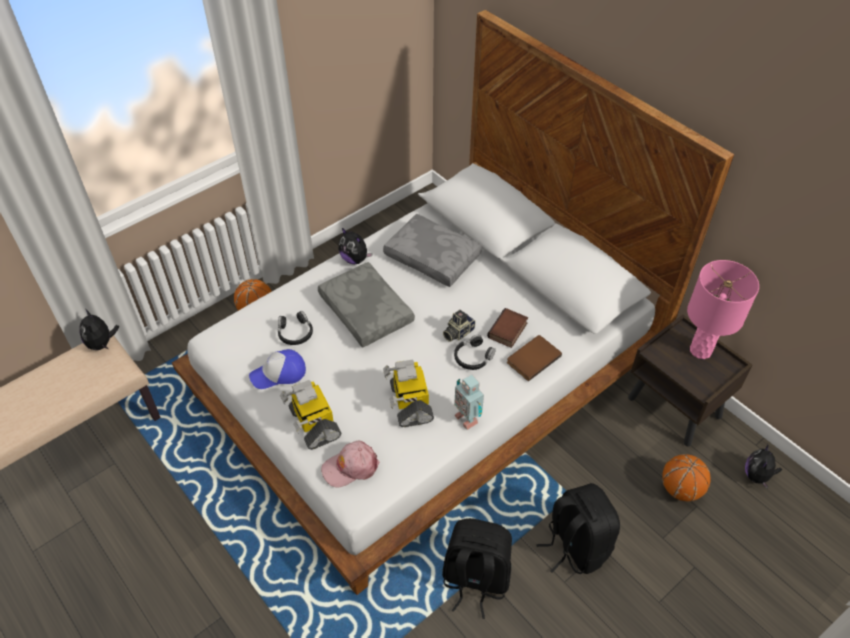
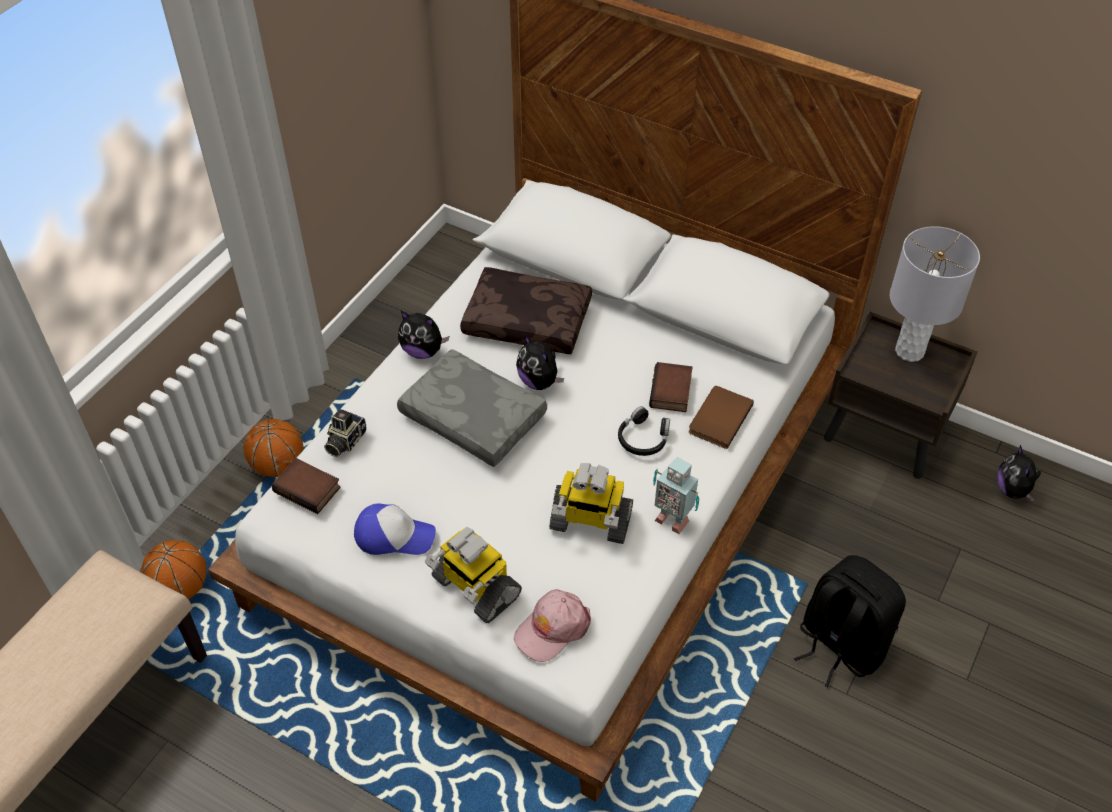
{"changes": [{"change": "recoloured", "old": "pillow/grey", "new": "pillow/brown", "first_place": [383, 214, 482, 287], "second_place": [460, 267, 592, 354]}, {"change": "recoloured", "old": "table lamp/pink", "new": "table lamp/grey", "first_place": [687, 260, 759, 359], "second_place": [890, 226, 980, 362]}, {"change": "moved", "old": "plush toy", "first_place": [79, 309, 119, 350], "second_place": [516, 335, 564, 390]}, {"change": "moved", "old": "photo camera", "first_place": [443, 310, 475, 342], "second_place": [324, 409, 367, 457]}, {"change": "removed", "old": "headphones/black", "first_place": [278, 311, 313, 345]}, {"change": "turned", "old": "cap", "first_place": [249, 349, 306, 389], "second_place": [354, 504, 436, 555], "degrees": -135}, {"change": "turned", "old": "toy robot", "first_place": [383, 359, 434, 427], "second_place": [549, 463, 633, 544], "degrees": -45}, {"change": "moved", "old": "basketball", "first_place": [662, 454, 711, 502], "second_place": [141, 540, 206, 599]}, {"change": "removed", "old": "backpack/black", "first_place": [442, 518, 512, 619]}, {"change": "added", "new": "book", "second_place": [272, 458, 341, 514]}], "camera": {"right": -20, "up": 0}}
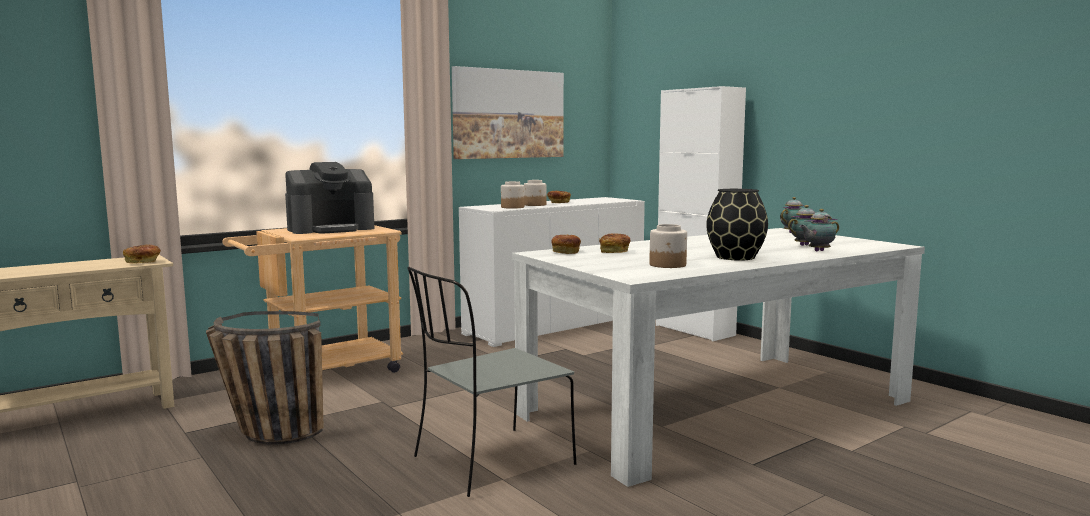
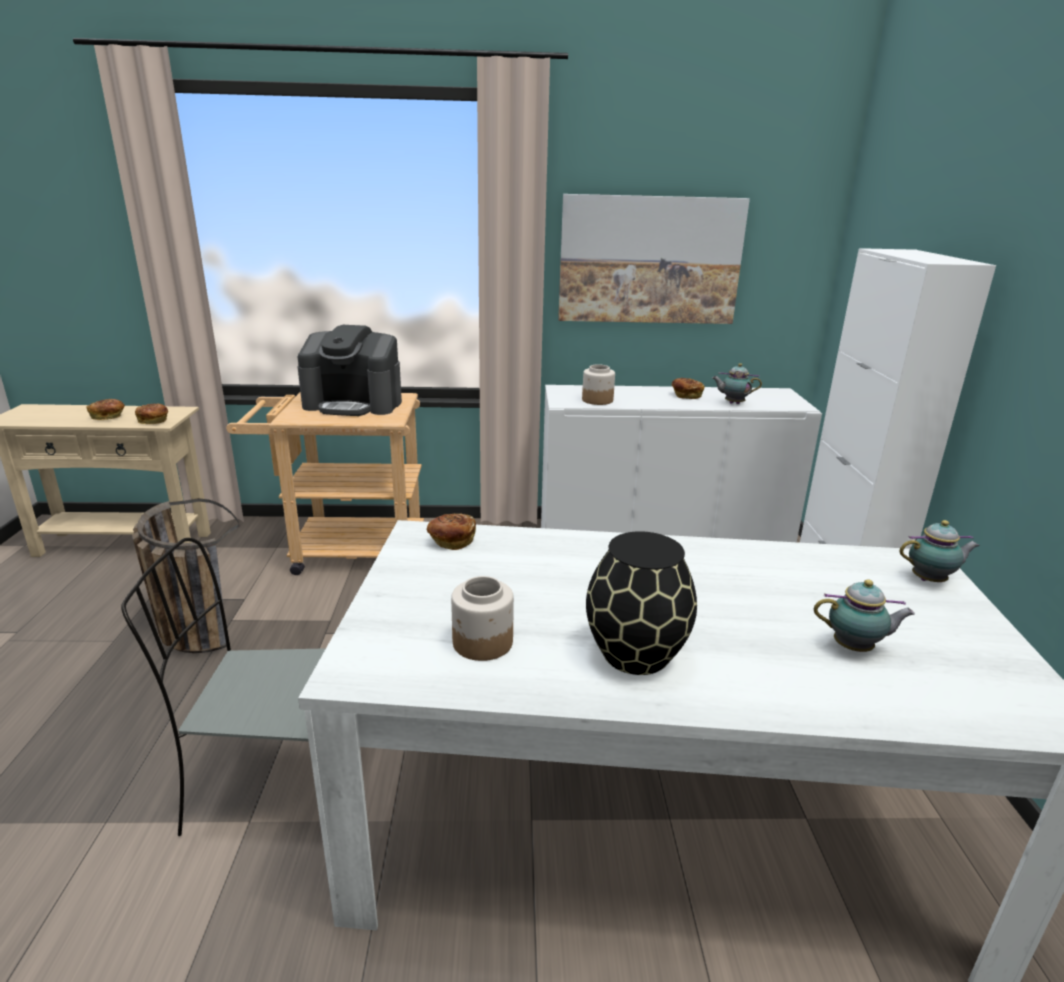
{"changes": [{"change": "removed", "old": "jar", "first_place": [524, 180, 546, 206]}, {"change": "moved", "old": "teapot", "first_place": [799, 209, 839, 251], "second_place": [712, 363, 762, 404]}, {"change": "moved", "old": "bread", "first_place": [599, 233, 631, 253], "second_place": [87, 399, 125, 420]}], "camera": {"right": 35, "up": 15}}
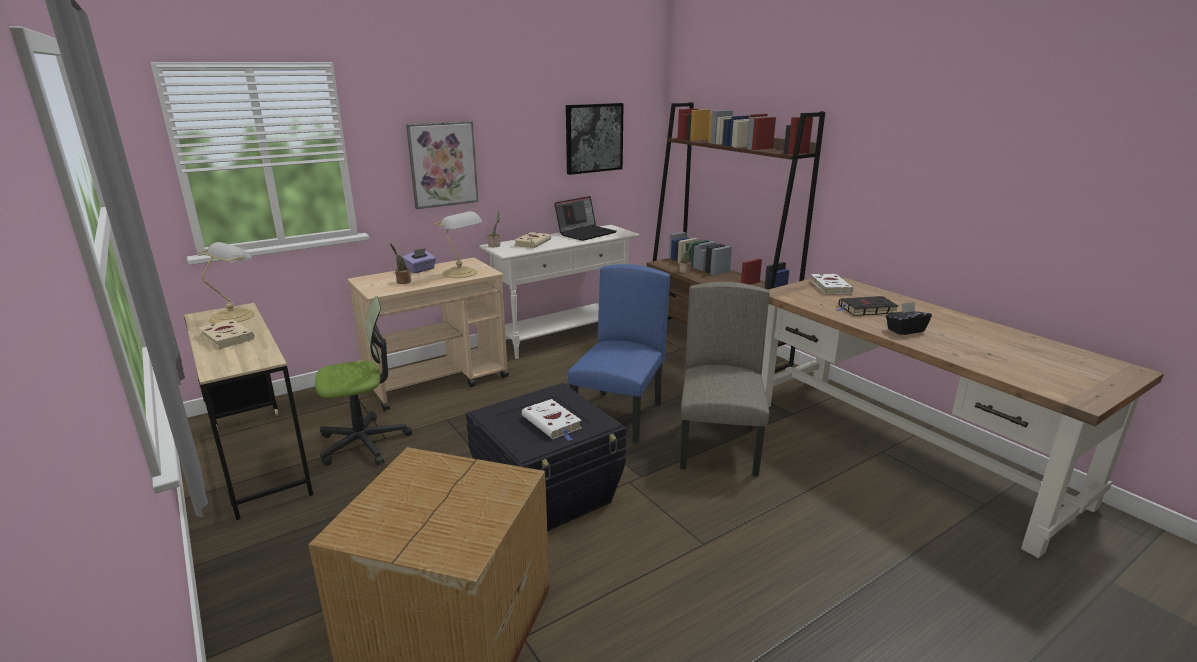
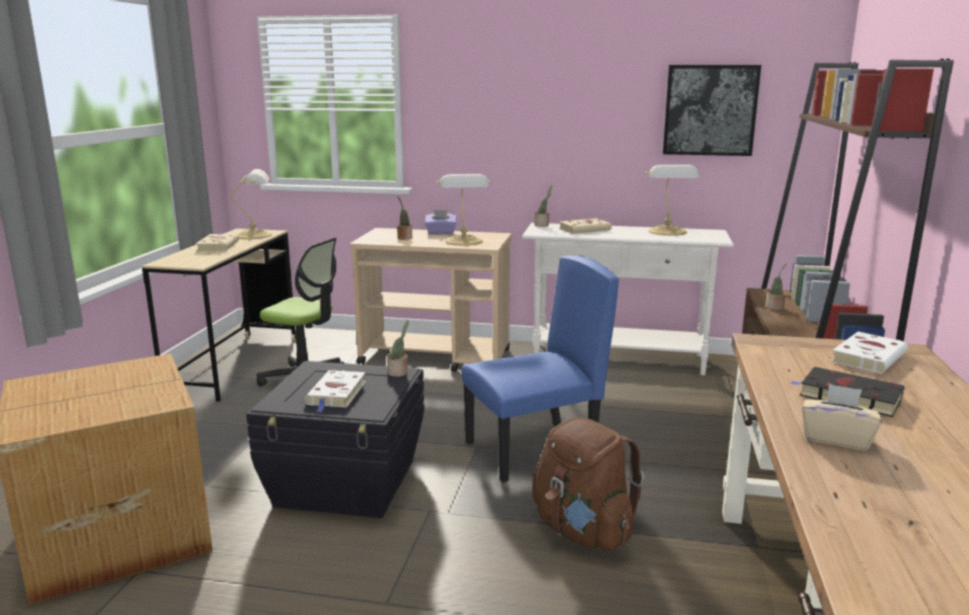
{"changes": [{"change": "removed", "old": "picture", "first_place": [406, 121, 478, 209]}, {"change": "replaced", "old": "laptop", "new": "table lamp", "first_place": [554, 196, 617, 241], "second_place": [645, 165, 701, 236]}, {"change": "replaced", "old": "chair/beige", "new": "backpack/brown", "first_place": [680, 282, 770, 476], "second_place": [532, 417, 644, 551]}, {"change": "recoloured", "old": "tissue box/black", "new": "tissue box/beige", "first_place": [886, 302, 932, 335], "second_place": [802, 384, 882, 451]}, {"change": "added", "new": "potted plant", "second_place": [387, 320, 409, 377]}], "camera": {"right": 45, "up": -5}}
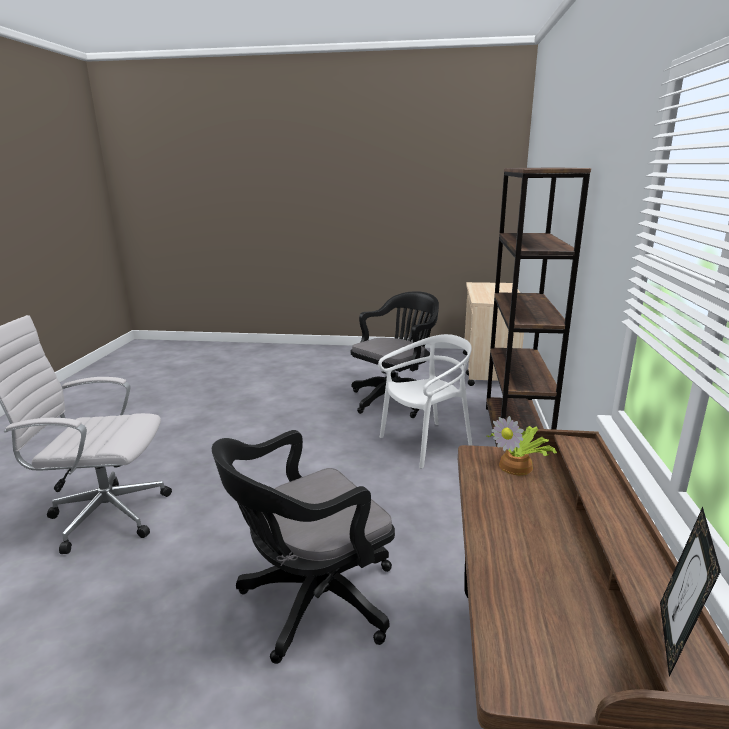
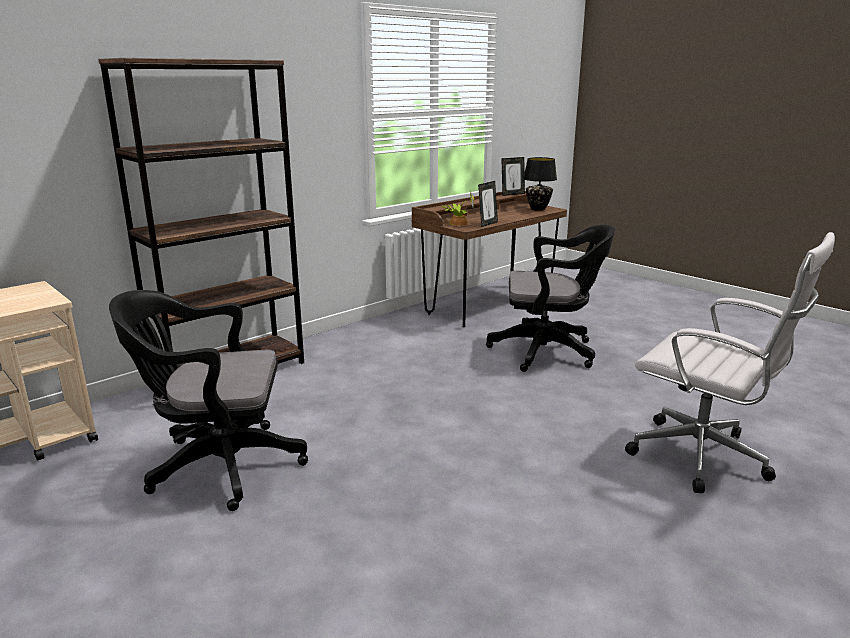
{"changes": [{"change": "removed", "old": "chair/white", "first_place": [378, 334, 472, 468]}, {"change": "added", "new": "table lamp/black", "second_place": [523, 157, 557, 211]}, {"change": "added", "new": "picture frame", "second_place": [478, 181, 498, 227]}], "camera": {"right": -140, "up": 0}}
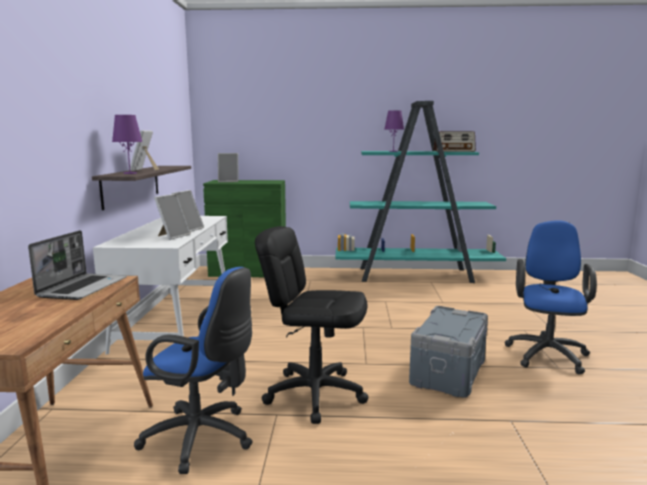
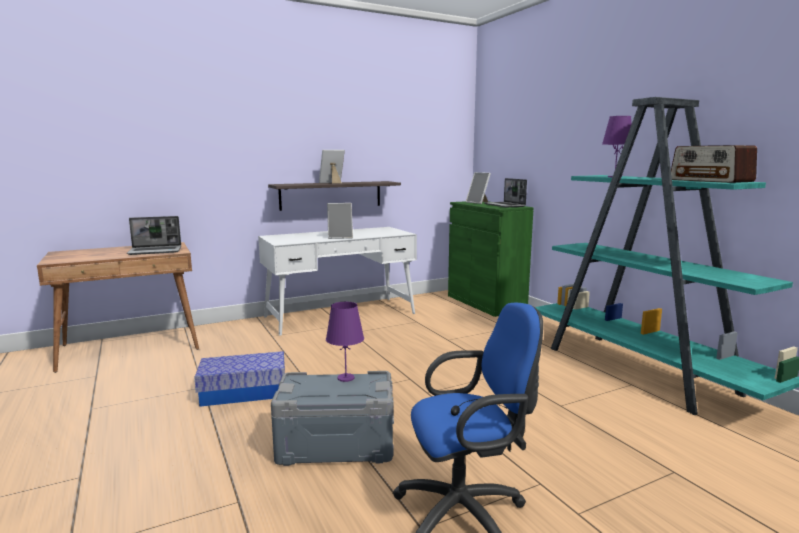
{"changes": [{"change": "moved", "old": "table lamp/purple", "first_place": [112, 115, 143, 174], "second_place": [326, 302, 364, 382]}, {"change": "removed", "old": "picture frame", "first_place": [154, 194, 191, 240]}, {"change": "replaced", "old": "office chair/black", "new": "storage box", "first_place": [255, 226, 368, 424], "second_place": [194, 351, 285, 407]}, {"change": "removed", "old": "office chair/blue", "first_place": [134, 267, 253, 474]}, {"change": "added", "new": "laptop", "second_place": [485, 178, 527, 207]}], "camera": {"right": 60, "up": 0}}
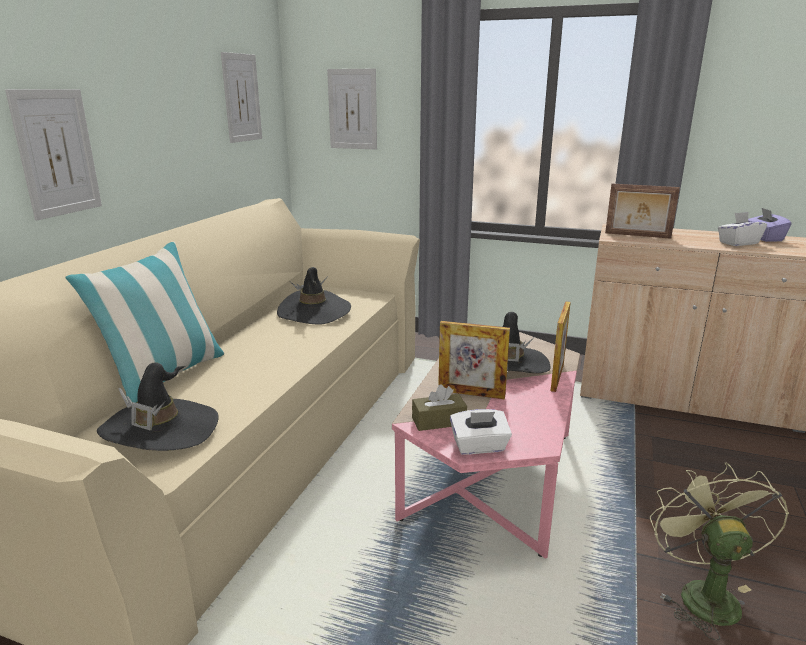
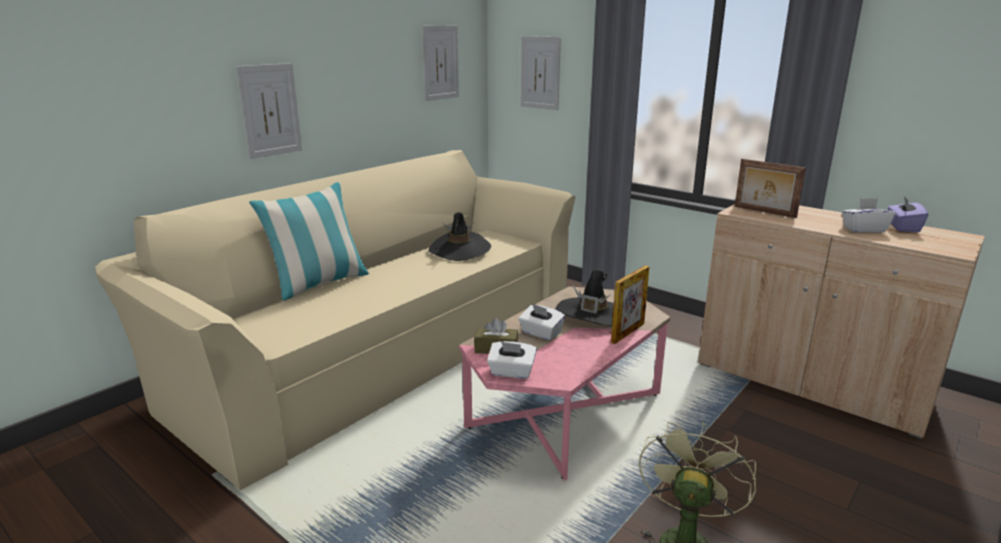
{"changes": [{"change": "replaced", "old": "picture frame", "new": "tissue box/white", "first_place": [438, 321, 510, 399], "second_place": [518, 304, 565, 340]}, {"change": "removed", "old": "hat/black", "first_place": [97, 362, 219, 451]}], "camera": {"right": 20, "up": 0}}
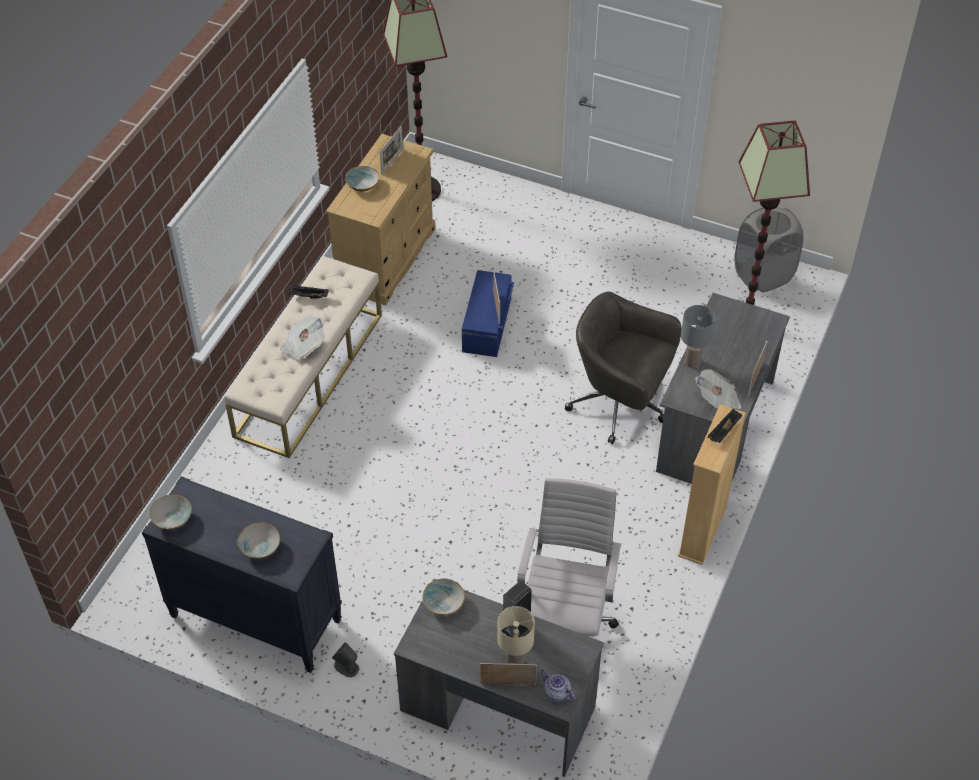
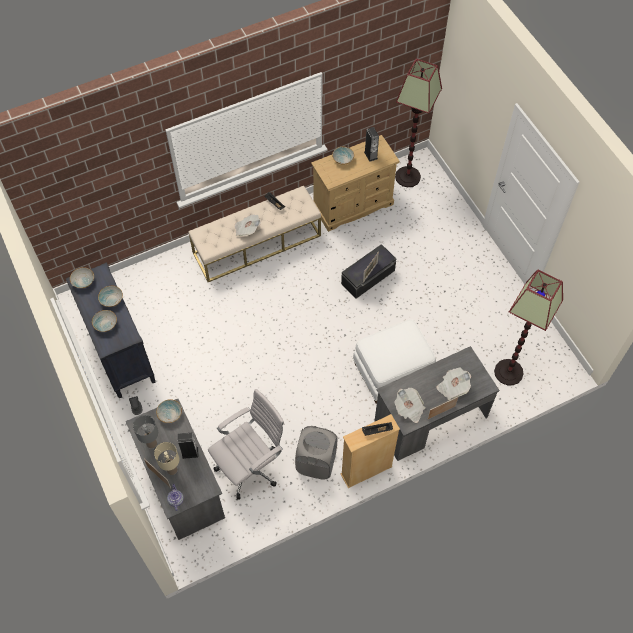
{"changes": [{"change": "replaced", "old": "picture frame", "new": "speaker", "first_place": [380, 126, 403, 175], "second_place": [364, 127, 379, 162]}, {"change": "moved", "old": "laundry basket/grey", "first_place": [734, 207, 803, 292], "second_place": [295, 426, 338, 480]}, {"change": "recoloured", "old": "storage box/blue", "new": "storage box/black", "first_place": [462, 270, 514, 357], "second_place": [341, 244, 396, 299]}, {"change": "replaced", "old": "office chair/grey", "new": "ottoman/white", "first_place": [565, 291, 681, 444], "second_place": [353, 319, 436, 404]}, {"change": "moved", "old": "table lamp/grey", "first_place": [681, 305, 715, 368], "second_place": [133, 415, 158, 449]}, {"change": "added", "new": "bowl", "second_place": [98, 286, 123, 307]}, {"change": "added", "new": "newspaper", "second_place": [437, 367, 471, 400]}], "camera": {"right": 40, "up": 10}}
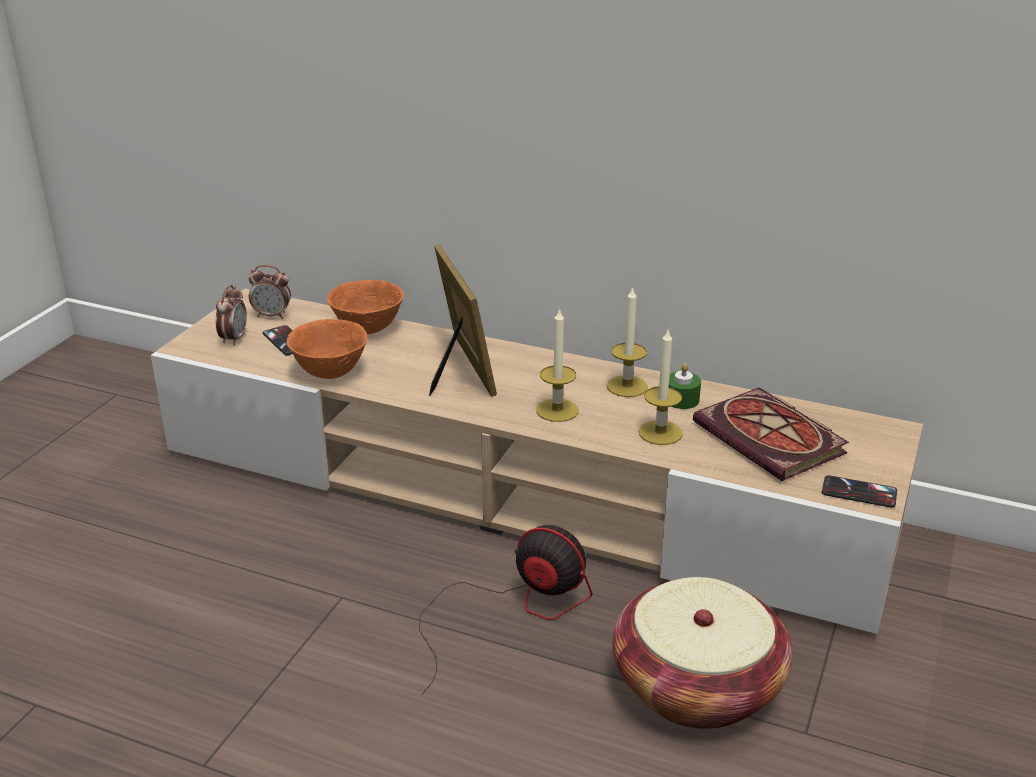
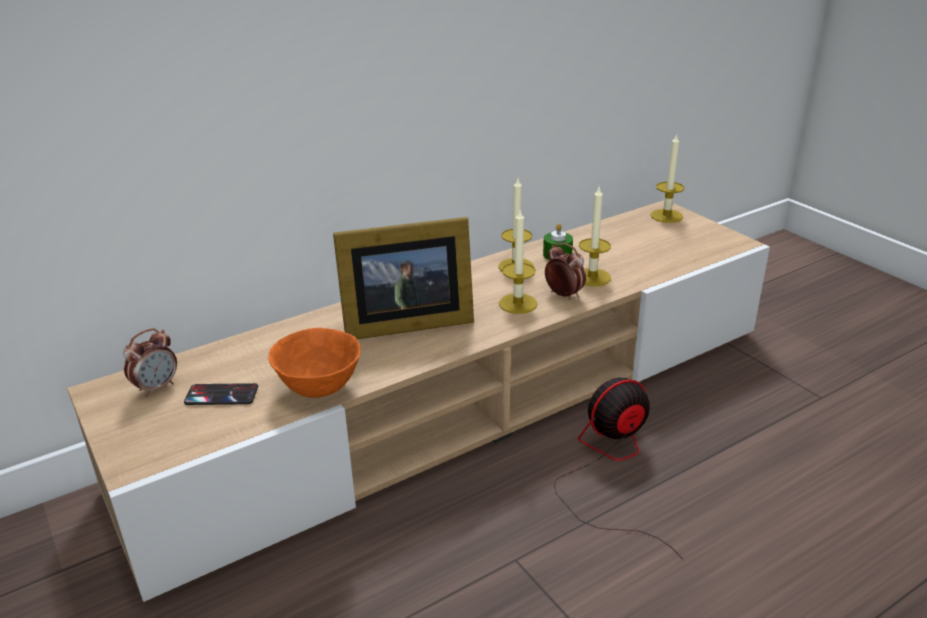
{"changes": [{"change": "turned", "old": "picture frame", "first_place": [429, 245, 497, 397], "second_place": [333, 217, 474, 339], "degrees": 150}, {"change": "removed", "old": "bowl/orange", "first_place": [327, 280, 404, 334]}, {"change": "moved", "old": "alarm clock", "first_place": [216, 285, 247, 346], "second_place": [545, 242, 586, 300]}, {"change": "removed", "old": "book", "first_place": [693, 387, 849, 481]}, {"change": "removed", "old": "phone", "first_place": [822, 475, 897, 508]}, {"change": "removed", "old": "basket", "first_place": [613, 577, 793, 729]}, {"change": "added", "new": "candle", "second_place": [651, 133, 684, 223]}], "camera": {"right": -55, "up": 0}}
